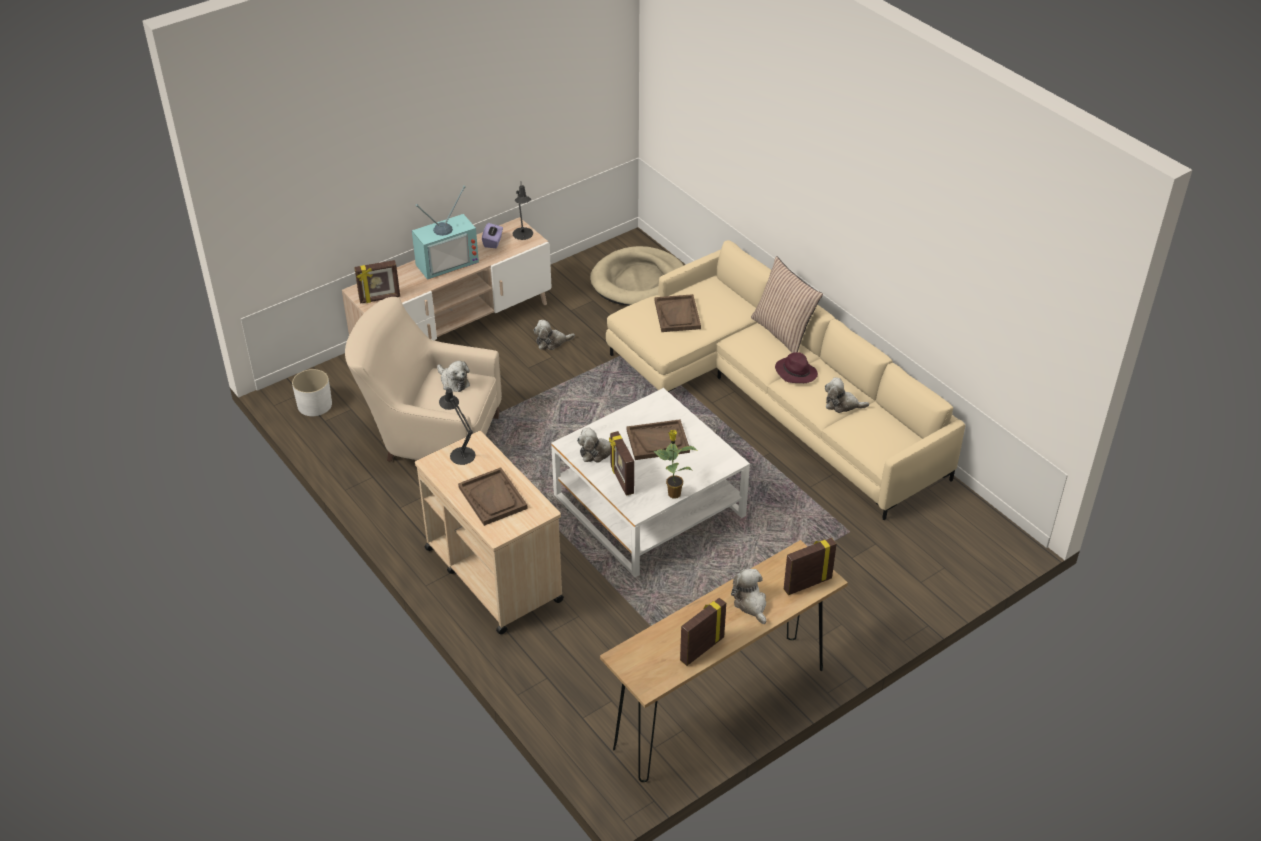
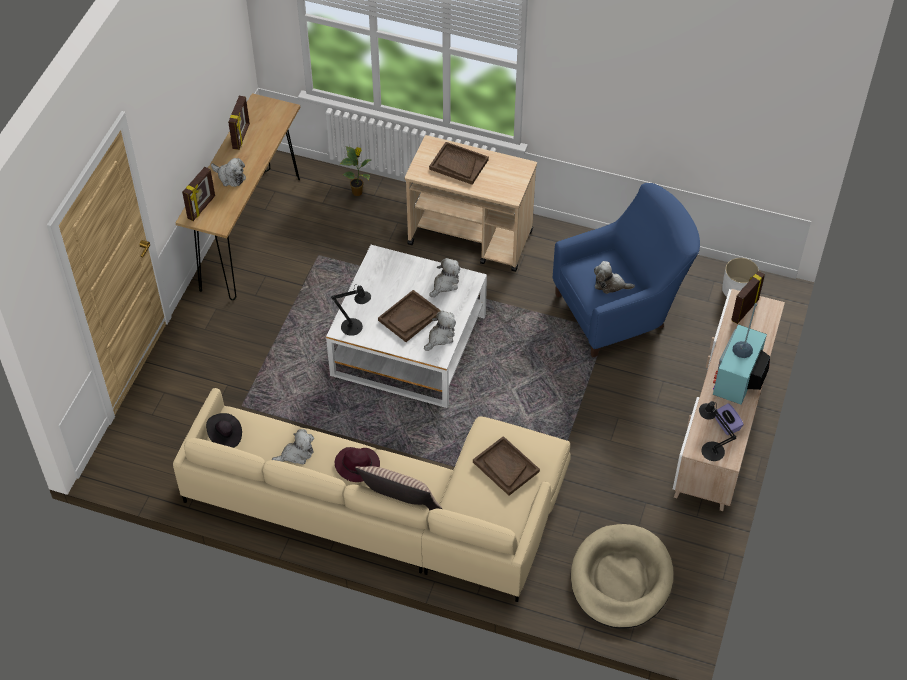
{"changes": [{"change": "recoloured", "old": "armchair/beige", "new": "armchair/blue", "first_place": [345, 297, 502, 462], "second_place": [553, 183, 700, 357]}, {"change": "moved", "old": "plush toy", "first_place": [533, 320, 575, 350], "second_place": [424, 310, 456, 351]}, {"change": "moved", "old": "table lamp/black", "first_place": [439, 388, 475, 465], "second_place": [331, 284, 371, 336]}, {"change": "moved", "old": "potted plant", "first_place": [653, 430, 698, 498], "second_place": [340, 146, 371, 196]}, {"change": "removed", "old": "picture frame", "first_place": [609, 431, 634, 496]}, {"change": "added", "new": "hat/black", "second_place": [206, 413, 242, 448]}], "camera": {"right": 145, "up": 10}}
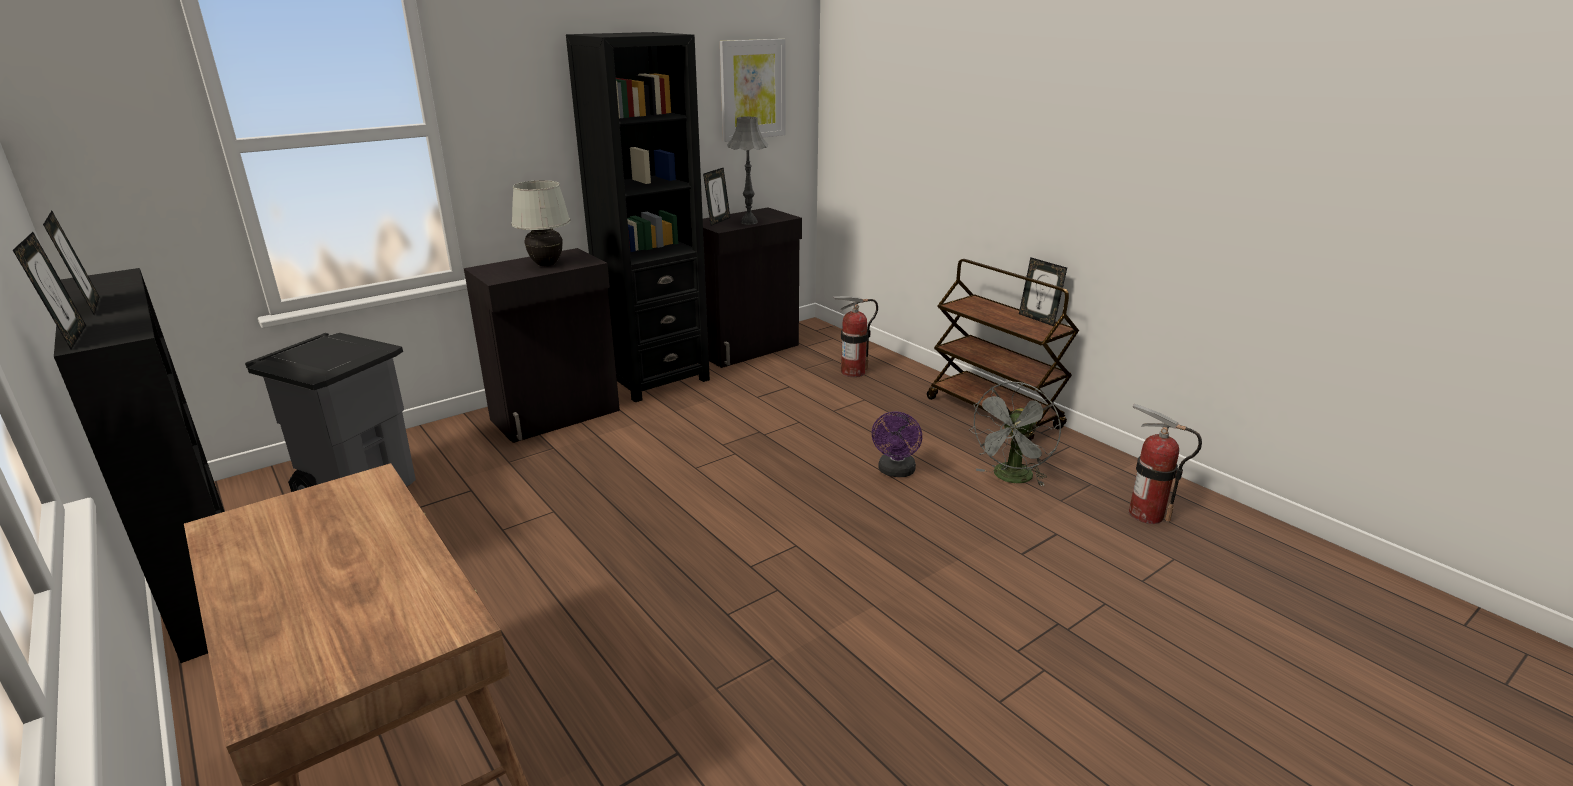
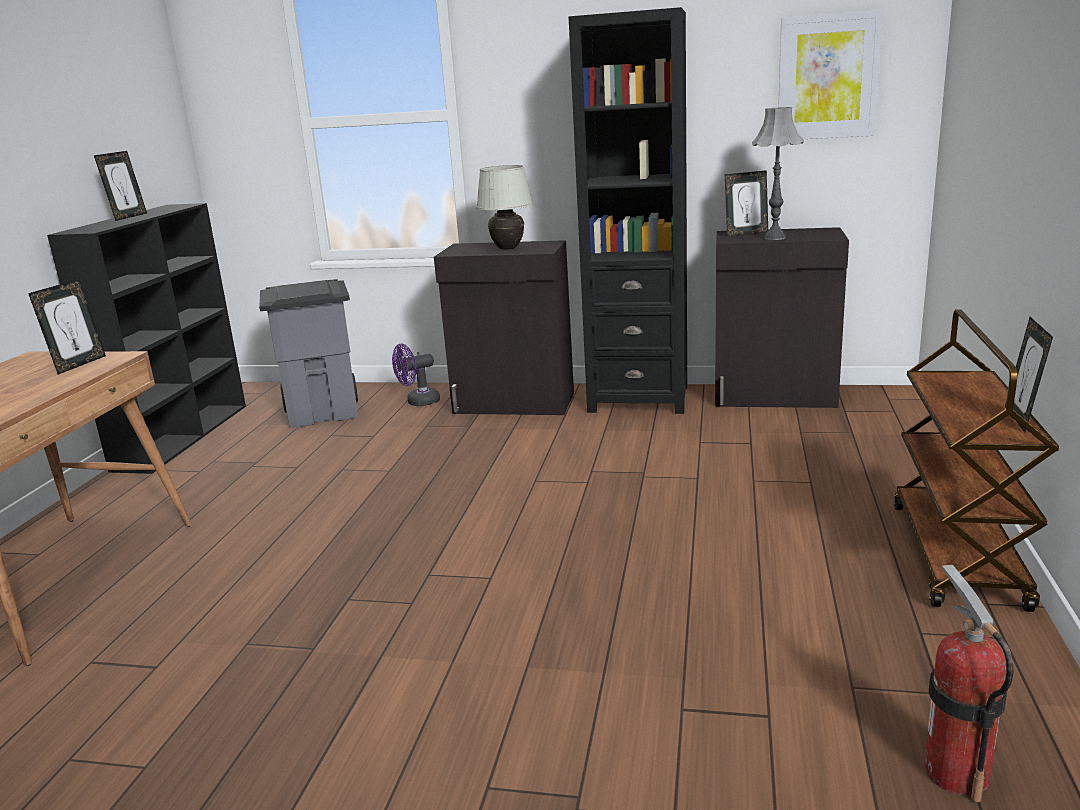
{"changes": [{"change": "moved", "old": "picture frame", "first_place": [13, 232, 86, 349], "second_place": [28, 279, 106, 375]}, {"change": "removed", "old": "fire extinguisher", "first_place": [833, 296, 878, 377]}, {"change": "removed", "old": "fan/grey", "first_place": [969, 382, 1061, 486]}, {"change": "moved", "old": "fan/purple", "first_place": [872, 412, 922, 477], "second_place": [392, 344, 440, 406]}], "camera": {"right": 50, "up": -5}}
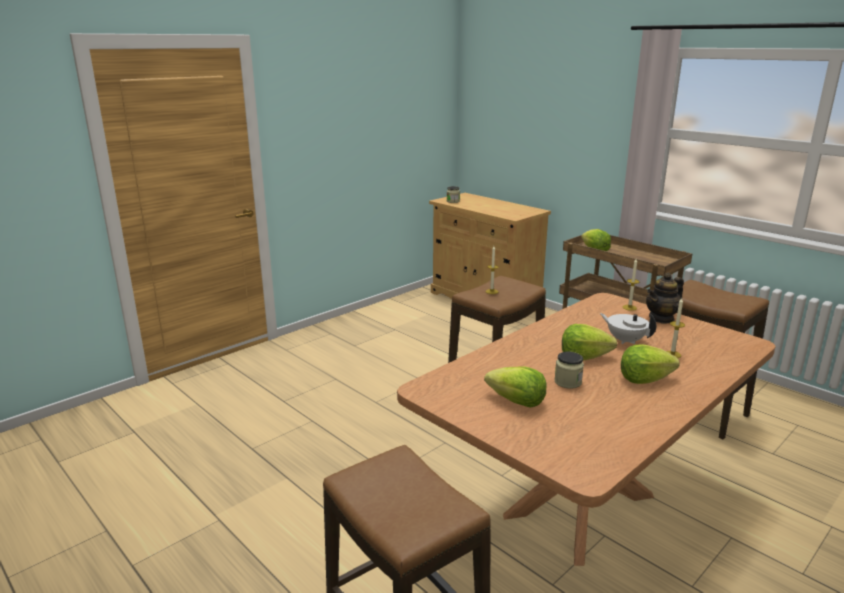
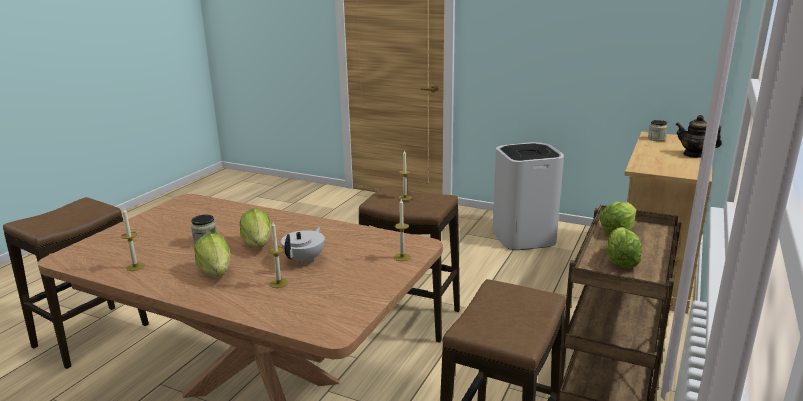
{"changes": [{"change": "moved", "old": "teapot", "first_place": [646, 272, 684, 324], "second_place": [676, 115, 722, 158]}, {"change": "moved", "old": "lettuce", "first_place": [484, 366, 547, 408], "second_place": [606, 227, 642, 268]}, {"change": "added", "new": "trash can/white", "second_place": [493, 142, 564, 250]}, {"change": "added", "new": "candle", "second_place": [121, 208, 145, 271]}], "camera": {"right": 70, "up": 0}}
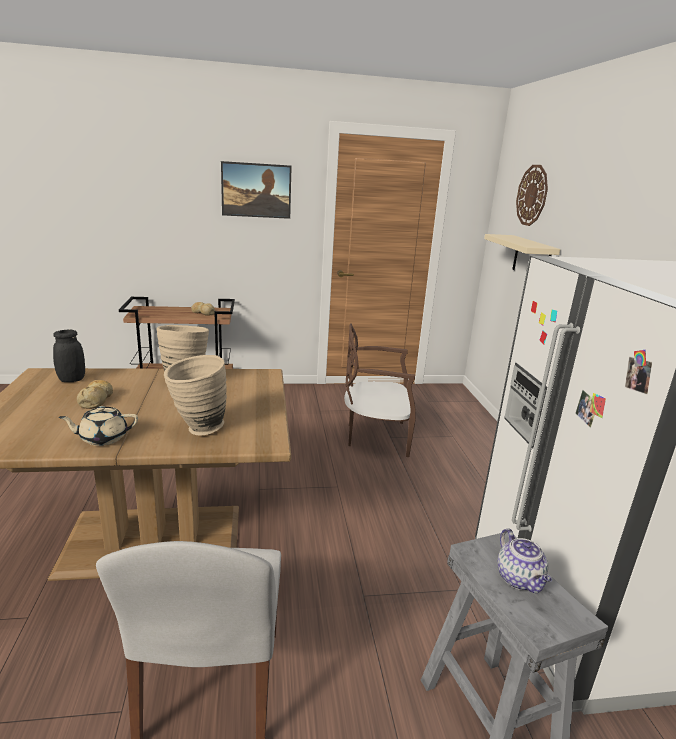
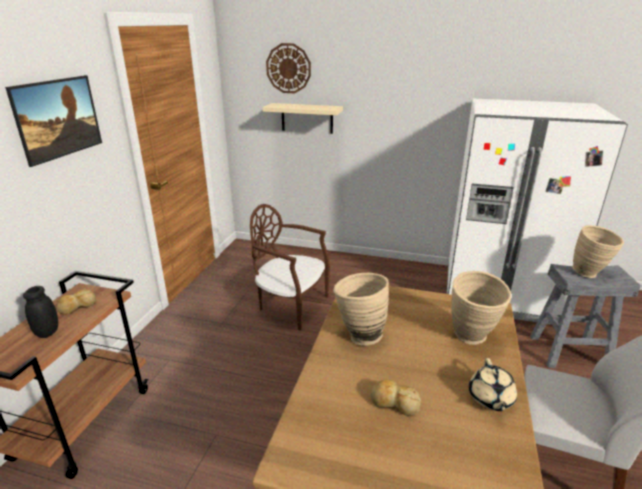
{"changes": [{"change": "turned", "old": "chair/brown", "first_place": [344, 324, 416, 457], "second_place": [250, 204, 330, 330], "degrees": 90}, {"change": "moved", "old": "jar/black", "first_place": [53, 330, 85, 382], "second_place": [23, 286, 58, 338]}, {"change": "replaced", "old": "teapot", "new": "vase/beige", "first_place": [497, 528, 552, 593], "second_place": [572, 225, 624, 278]}], "camera": {"right": -65, "up": 5}}
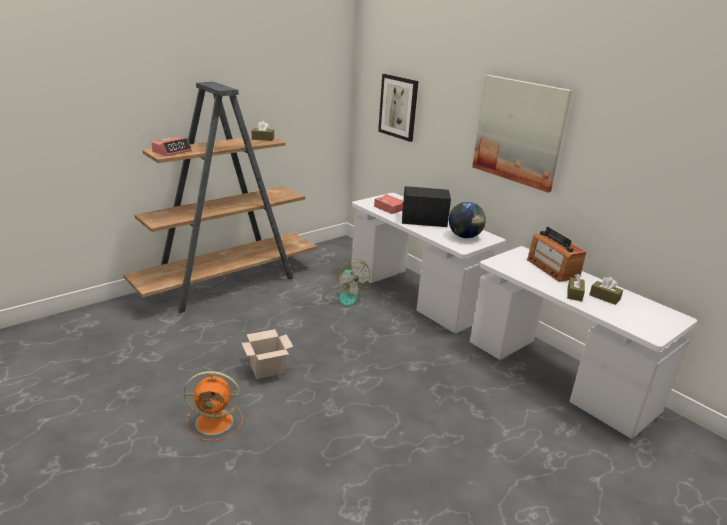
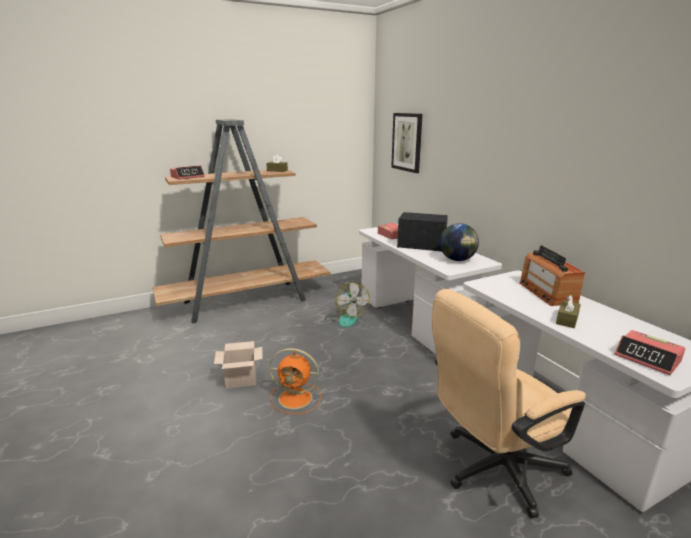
{"changes": [{"change": "removed", "old": "picture", "first_place": [472, 75, 573, 193]}, {"change": "removed", "old": "tissue box/brown", "first_place": [589, 277, 623, 305]}, {"change": "moved", "old": "fan/orange", "first_place": [184, 371, 243, 441], "second_place": [269, 348, 321, 414]}, {"change": "added", "new": "office chair/beige", "second_place": [432, 289, 586, 518]}, {"change": "added", "new": "alarm clock", "second_place": [615, 330, 686, 375]}], "camera": {"right": 15, "up": -5}}
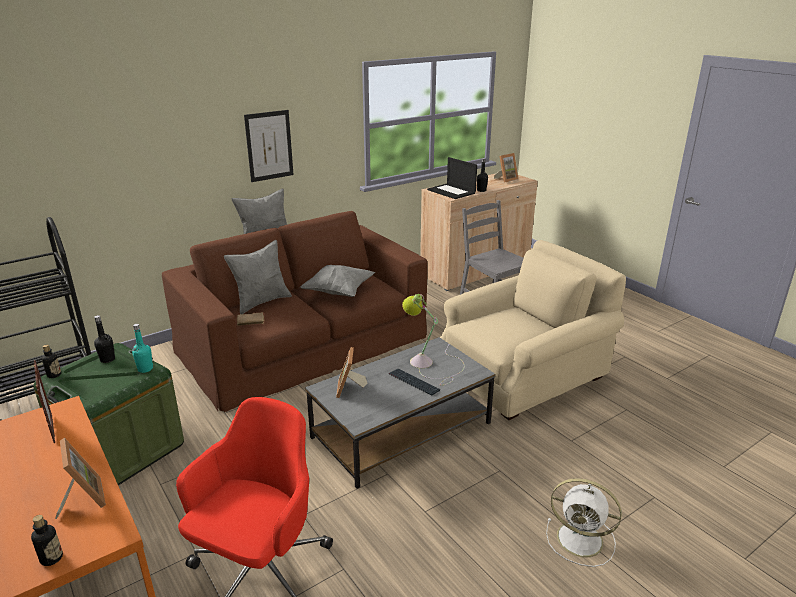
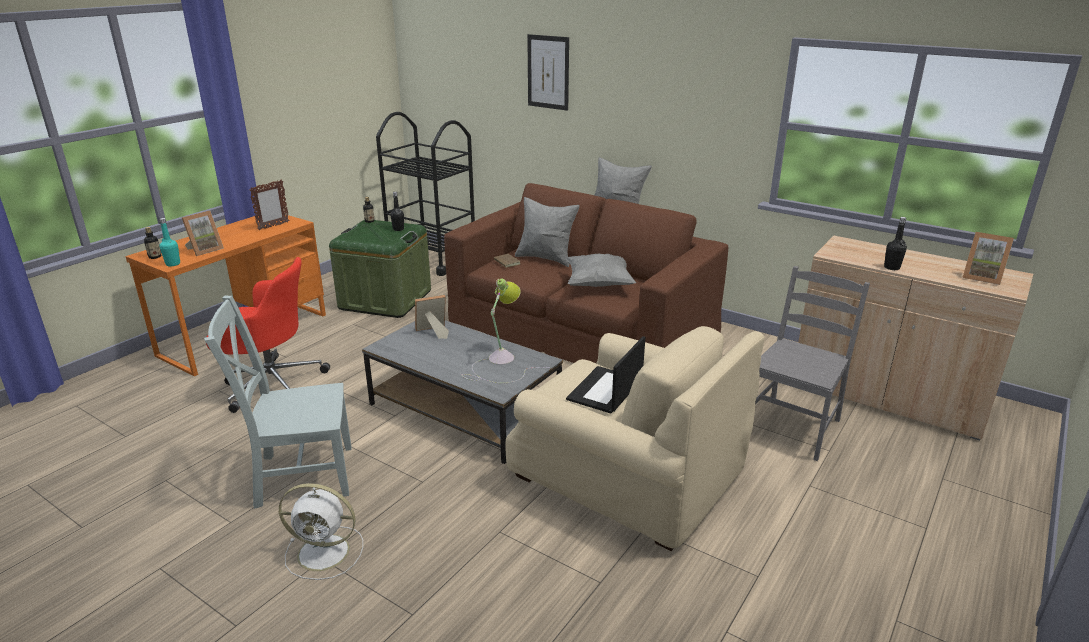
{"changes": [{"change": "moved", "old": "picture", "first_place": [244, 110, 294, 182], "second_place": [527, 34, 569, 111]}, {"change": "moved", "old": "laptop", "first_place": [427, 157, 477, 199], "second_place": [566, 336, 645, 413]}, {"change": "moved", "old": "bottle/turquoise", "first_place": [132, 324, 153, 373], "second_place": [159, 218, 180, 266]}, {"change": "removed", "old": "keyboard", "first_place": [389, 369, 440, 395]}, {"change": "turned", "old": "fan/white", "first_place": [546, 478, 622, 567], "second_place": [279, 483, 363, 580], "degrees": -90}, {"change": "added", "new": "chair/grey", "second_place": [204, 296, 351, 509]}], "camera": {"right": 70, "up": 0}}
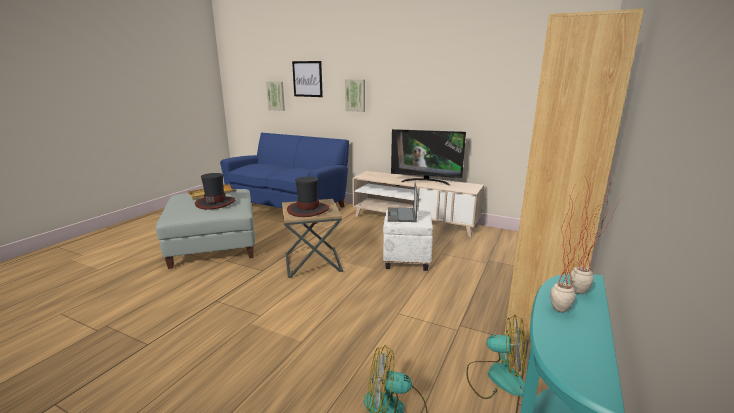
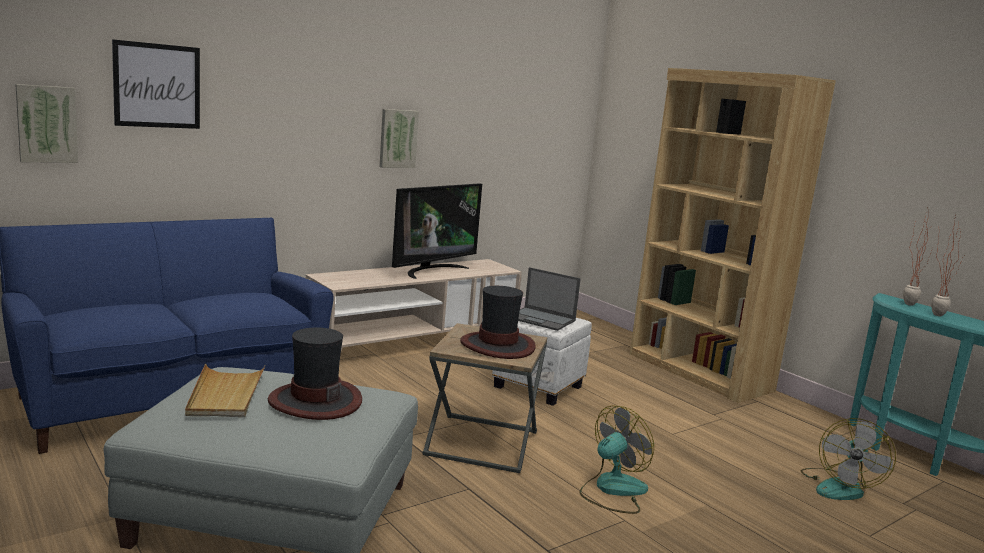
{"changes": [{"change": "moved", "old": "picture", "first_place": [345, 79, 365, 112], "second_place": [380, 109, 419, 168]}, {"change": "moved", "old": "fan", "first_place": [466, 315, 526, 399], "second_place": [580, 405, 654, 514]}], "camera": {"right": -65, "up": -5}}
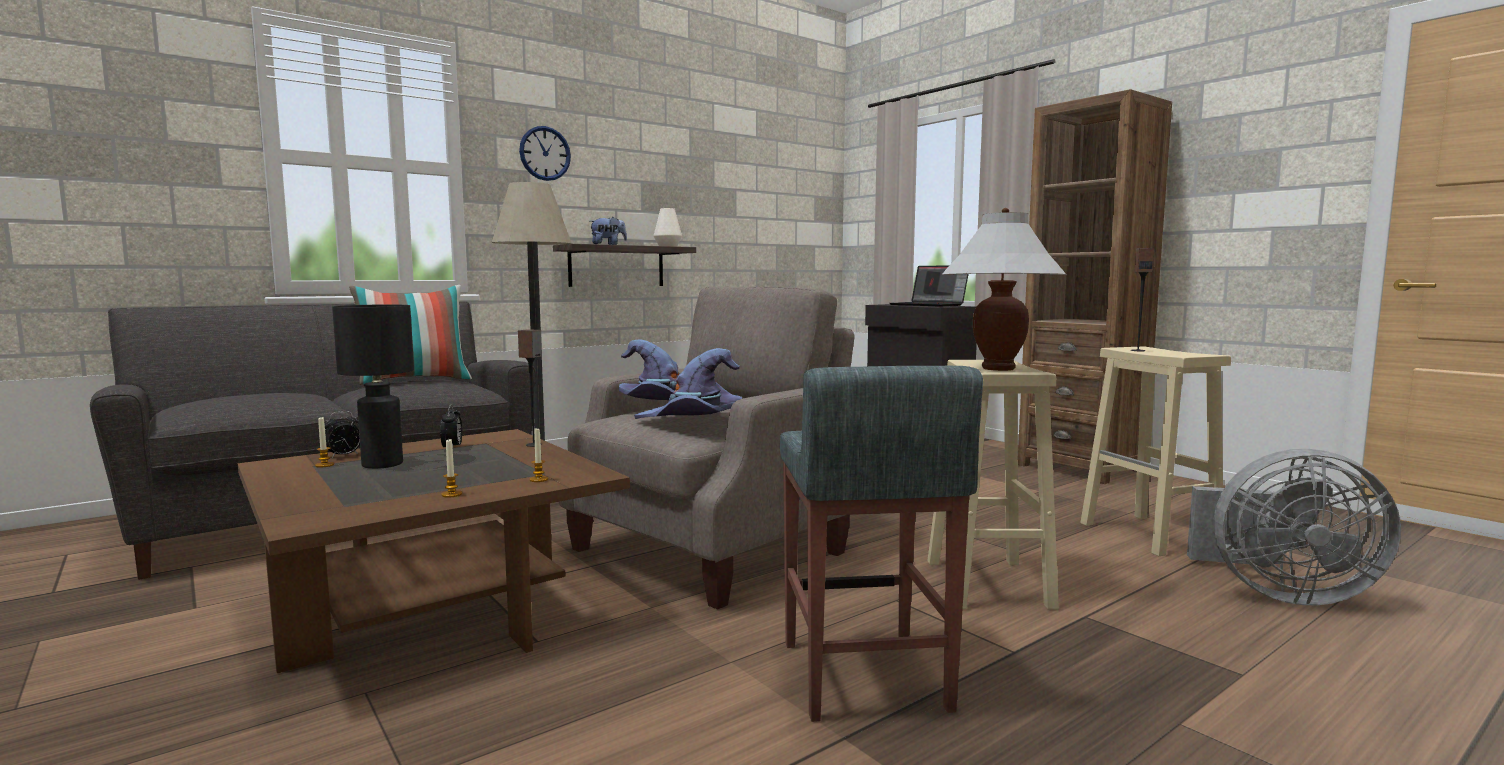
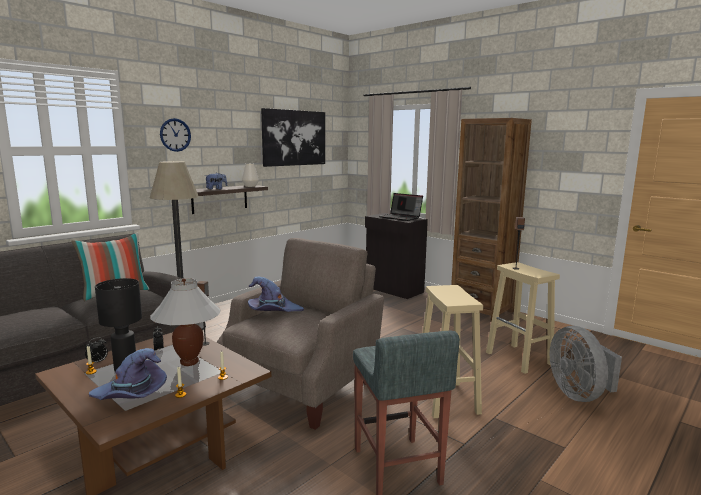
{"changes": [{"change": "moved", "old": "table lamp/white", "first_place": [941, 208, 1066, 371], "second_place": [150, 278, 221, 366]}, {"change": "moved", "old": "hat/purple", "first_place": [634, 348, 742, 419], "second_place": [89, 348, 167, 400]}, {"change": "turned", "old": "fan/grey", "first_place": [1187, 449, 1401, 605], "second_place": [550, 326, 622, 402], "degrees": 75}, {"change": "added", "new": "picture", "second_place": [261, 108, 325, 167]}], "camera": {"right": -10, "up": 5}}
